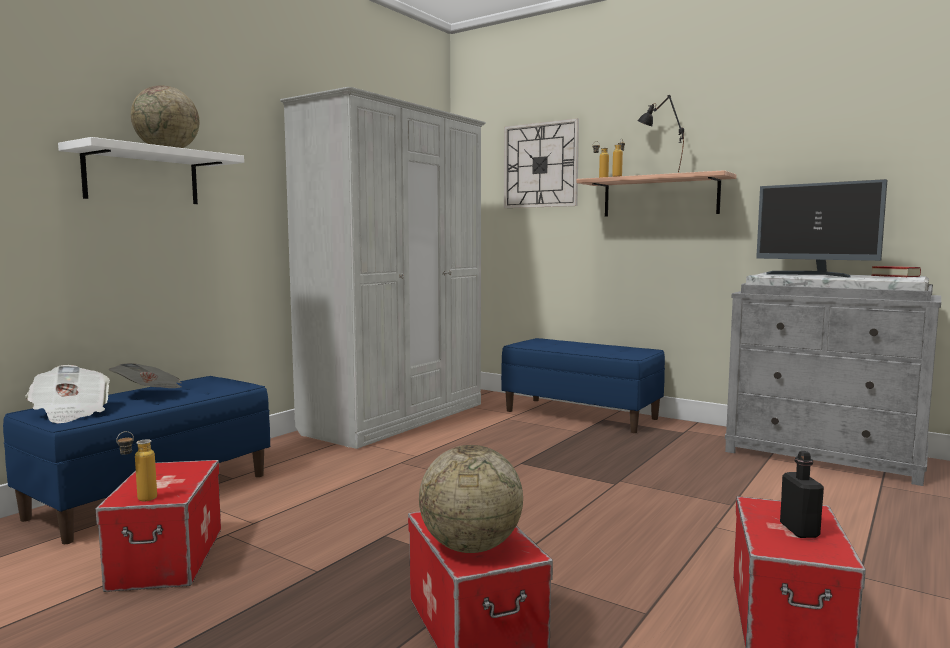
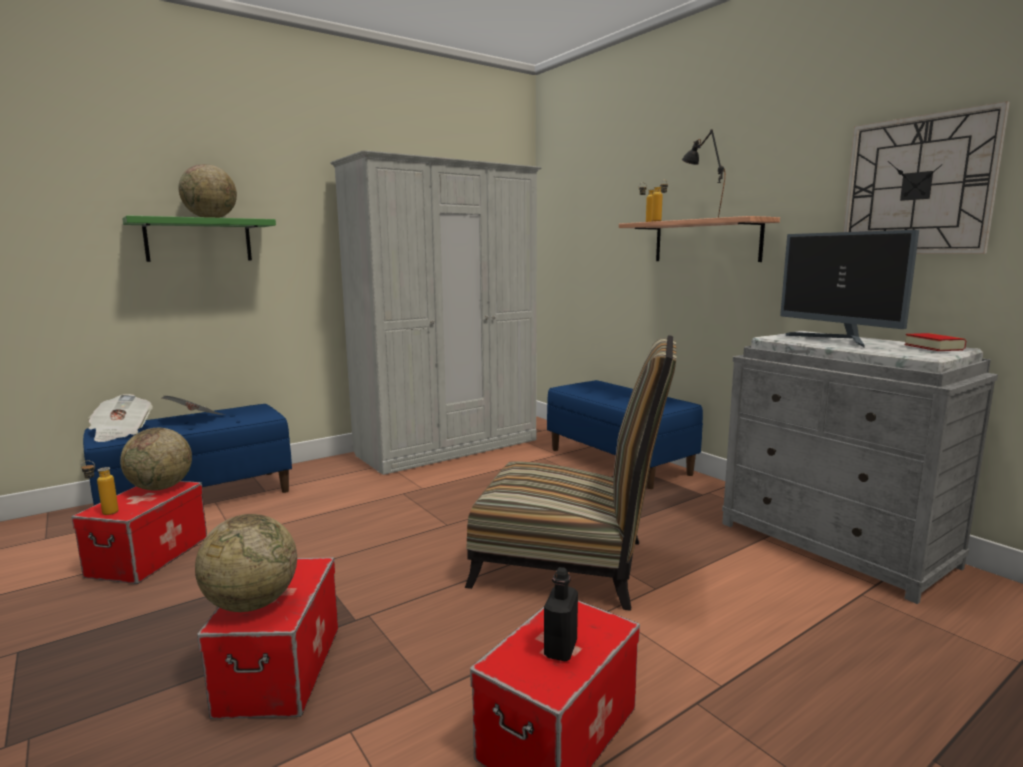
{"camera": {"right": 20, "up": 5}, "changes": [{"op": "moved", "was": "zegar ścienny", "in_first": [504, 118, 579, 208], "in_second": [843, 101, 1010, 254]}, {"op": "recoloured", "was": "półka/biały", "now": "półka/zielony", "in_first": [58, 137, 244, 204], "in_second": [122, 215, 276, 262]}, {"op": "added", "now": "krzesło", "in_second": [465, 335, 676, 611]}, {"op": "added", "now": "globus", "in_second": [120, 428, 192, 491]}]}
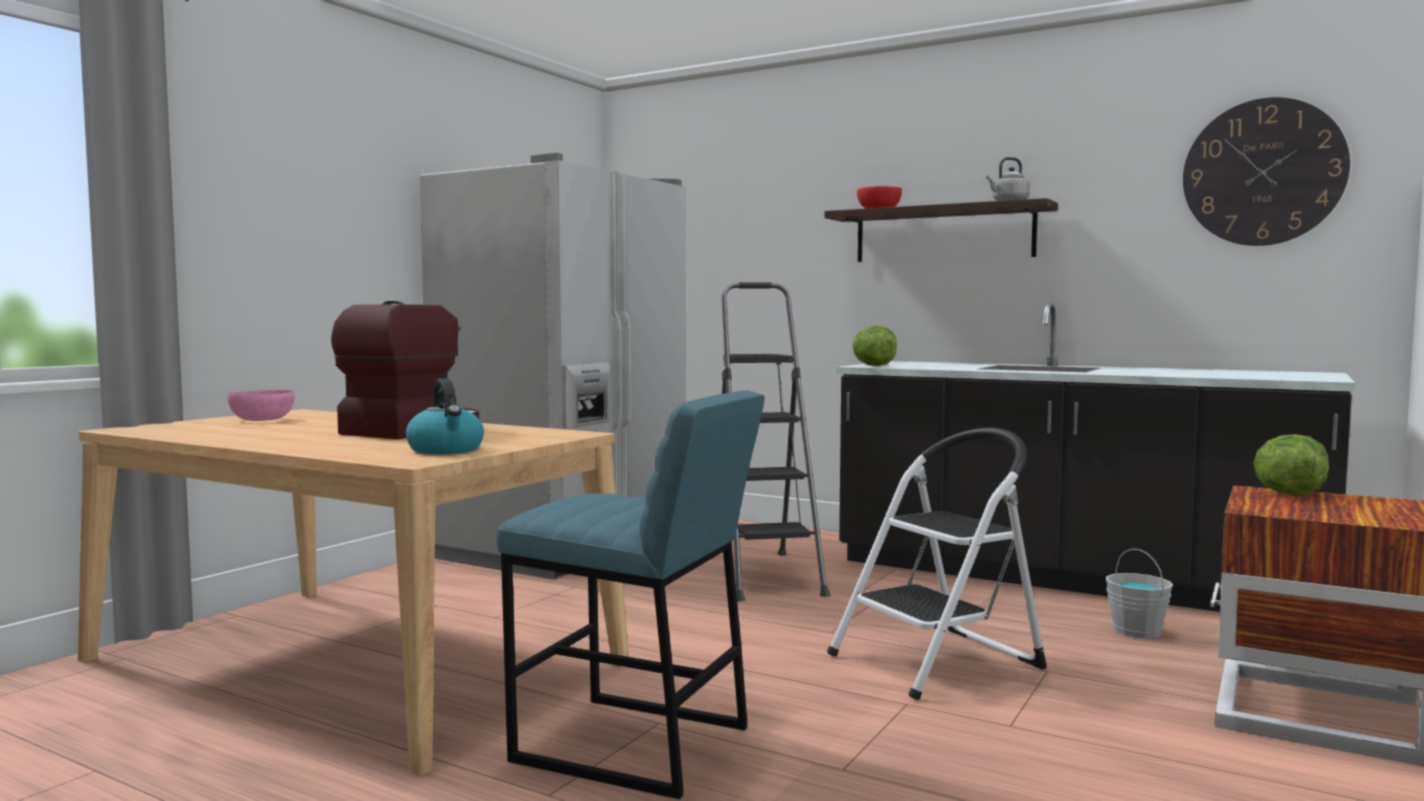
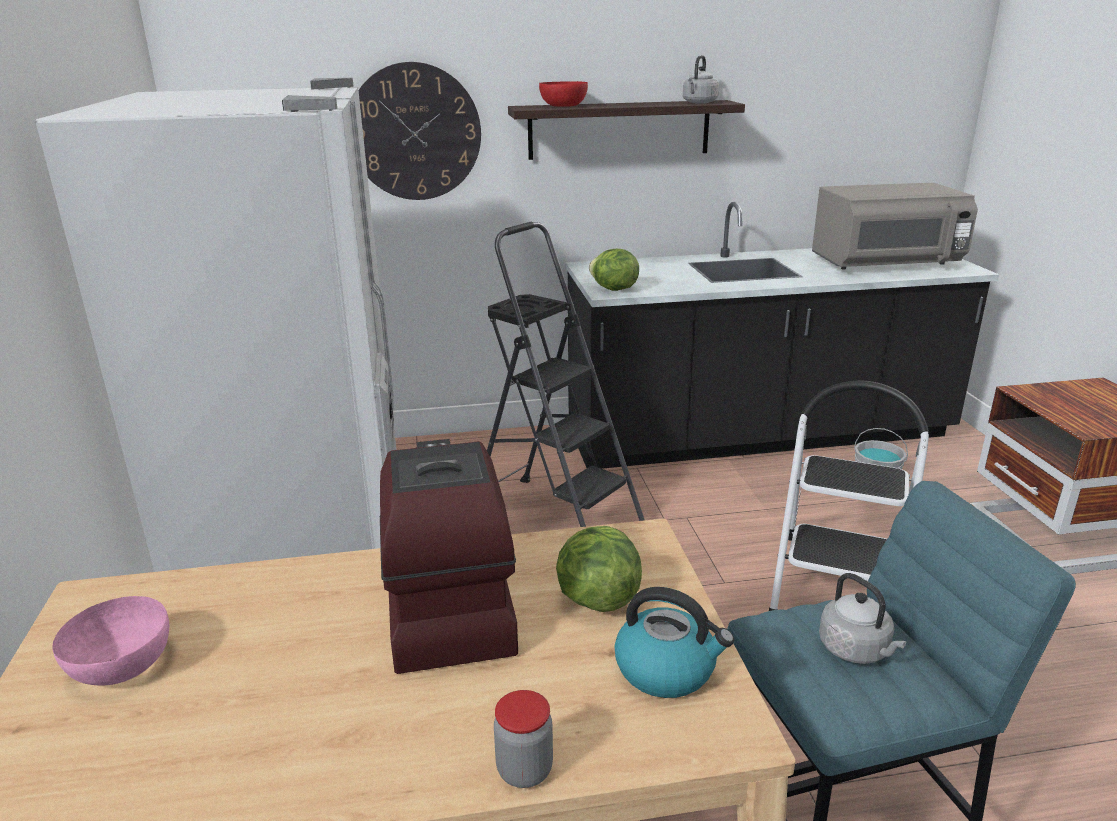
{"camera": {"right": -40, "up": 20}, "changes": [{"op": "moved", "was": "zegar ścienny", "in_first": [1183, 97, 1350, 246], "in_second": [358, 62, 481, 200]}, {"op": "moved", "was": "sałata", "in_first": [1253, 434, 1329, 495], "in_second": [556, 526, 642, 612]}, {"op": "added", "now": "mikrofalówka/szary", "in_second": [812, 183, 978, 270]}, {"op": "added", "now": "czajnik/szary", "in_second": [819, 573, 906, 664]}, {"op": "added", "now": "słoik", "in_second": [494, 690, 553, 788]}]}
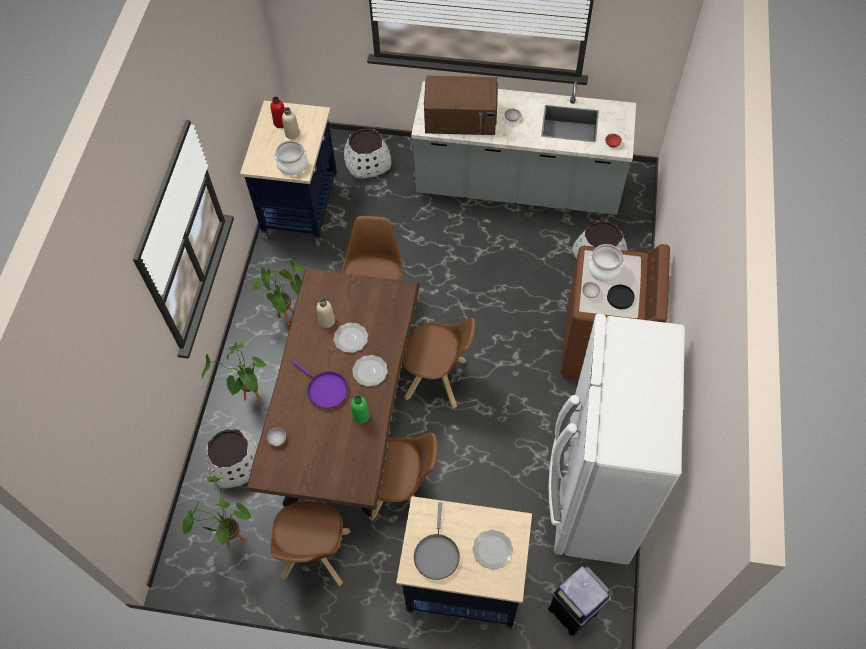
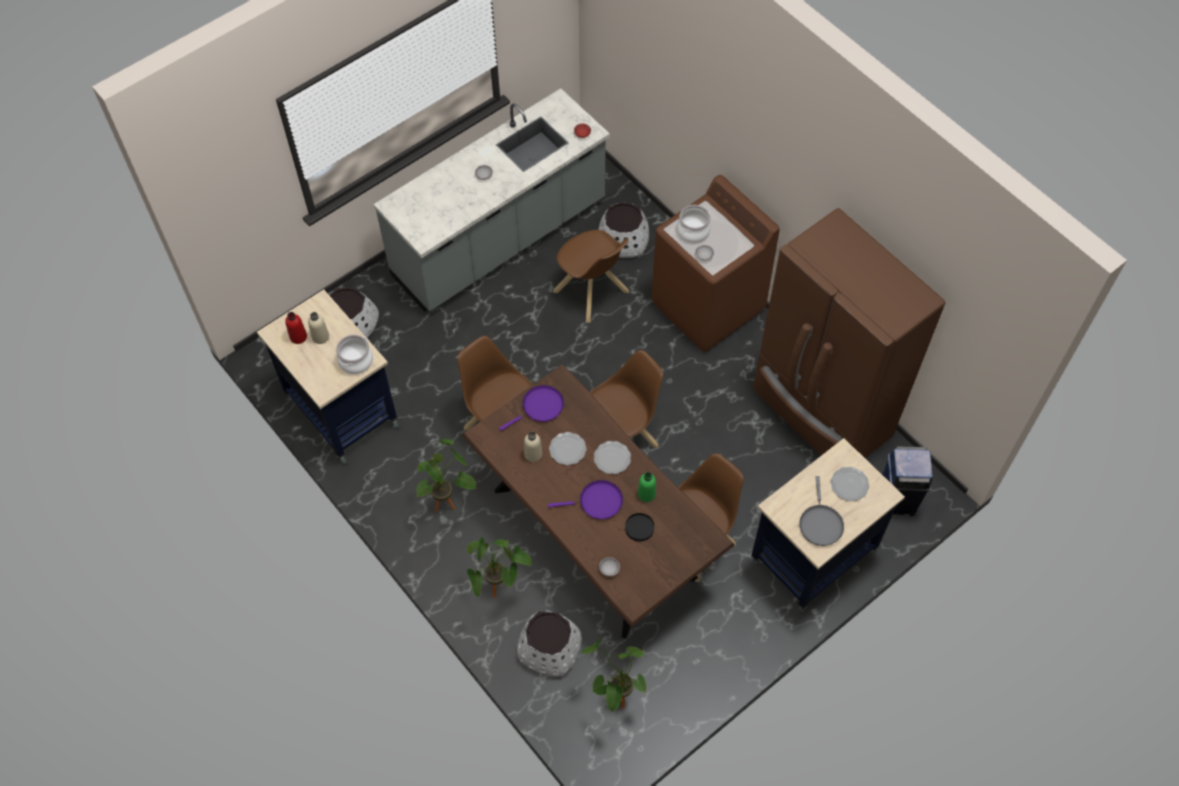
{"camera": {"right": -50, "up": 0}, "changes": [{"op": "removed", "was": "mikrofalówka/brązowy", "in_first": [424, 75, 498, 135]}, {"op": "moved", "was": "talerz/czarny", "in_first": [607, 285, 635, 309], "in_second": [625, 513, 654, 541]}, {"op": "recoloured", "was": "lodówka/biały", "now": "lodówka/brązowy", "in_first": [549, 314, 685, 565], "in_second": [753, 208, 946, 458]}, {"op": "moved", "was": "krzesło/brązowy", "in_first": [270, 501, 351, 586], "in_second": [553, 230, 629, 323]}, {"op": "turned", "was": "patelnia/szary", "in_first": [414, 502, 460, 580], "in_second": [799, 476, 844, 546], "clockwise": 45}, {"op": "added", "now": "patelnia/fioletowy", "in_second": [499, 385, 564, 431]}]}
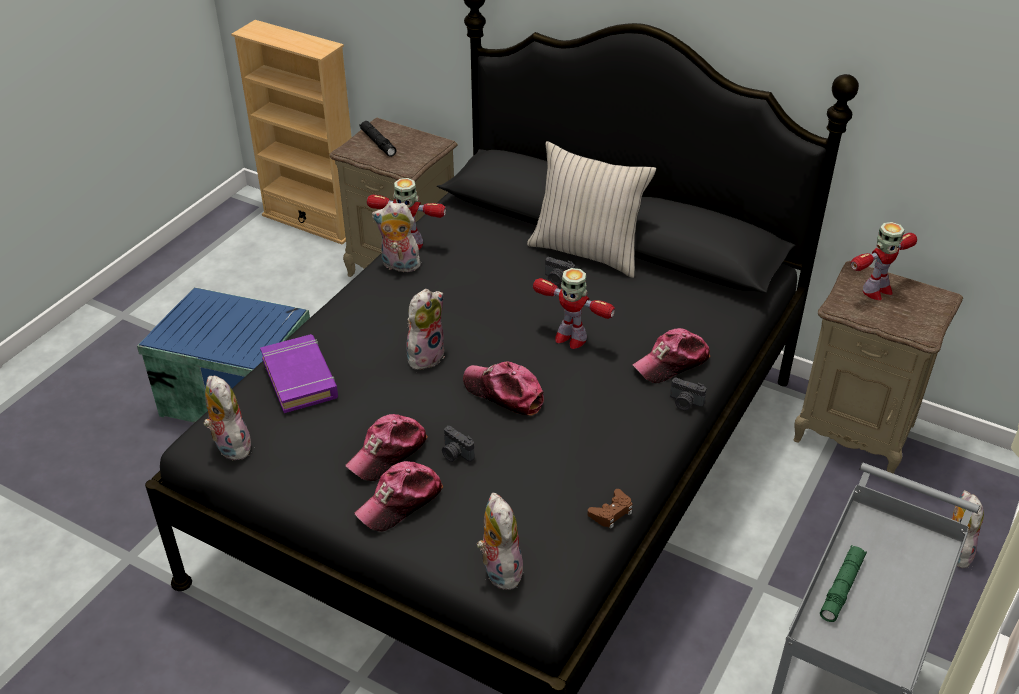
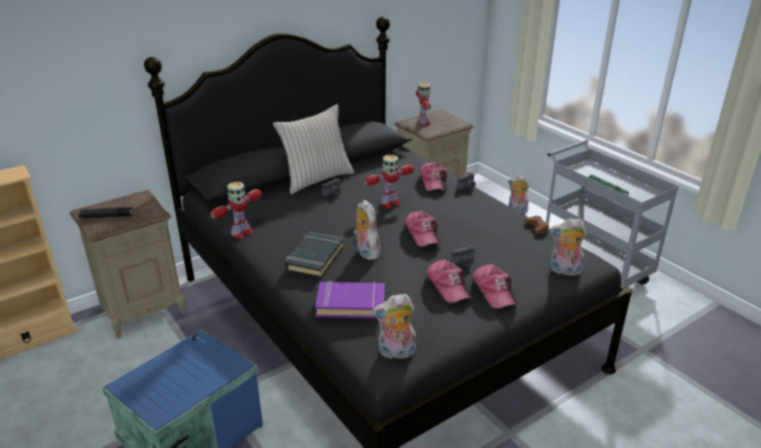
{"camera": {"right": -65, "up": -10}, "changes": [{"op": "removed", "was": "pluszak", "in_first": [372, 202, 423, 272]}, {"op": "turned", "was": "czapka z daszkiem", "in_first": [463, 361, 544, 416], "in_second": [405, 210, 441, 247], "clockwise": -75}, {"op": "added", "now": "książka/czarny", "in_second": [284, 232, 344, 279]}]}
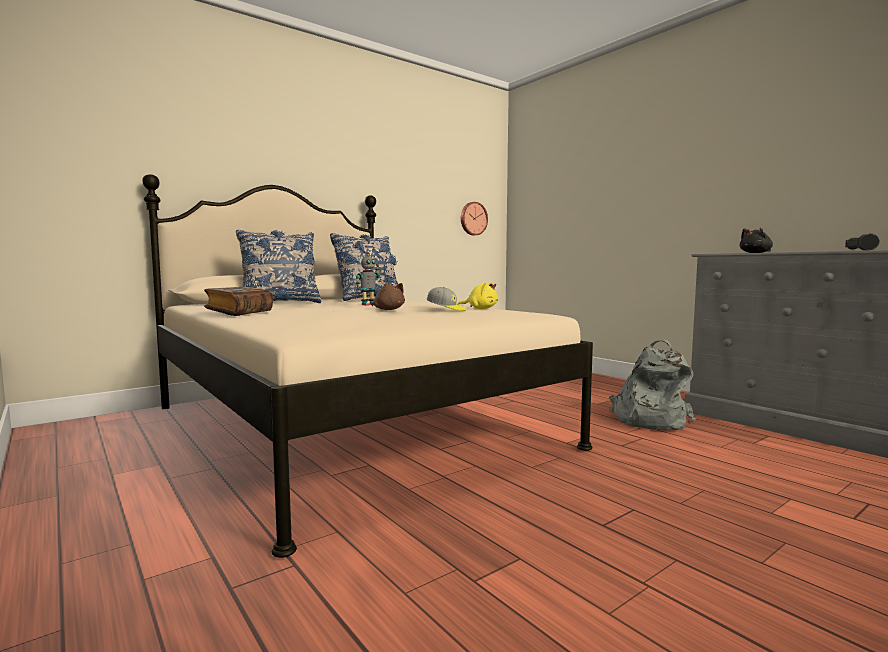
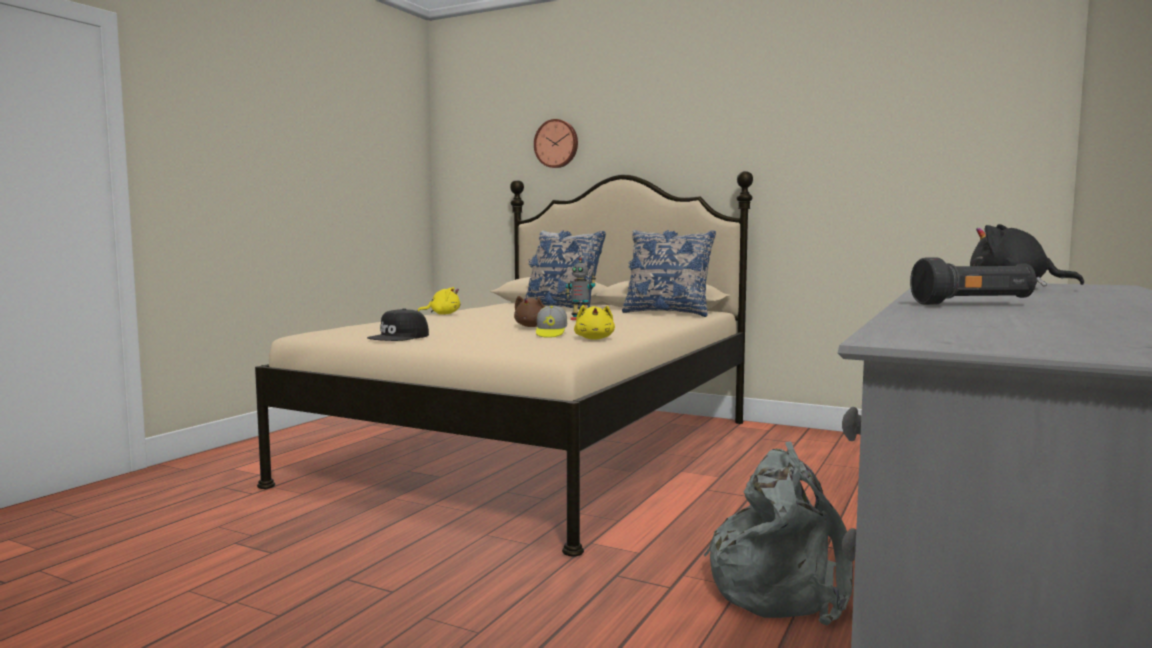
{"camera": {"right": 65, "up": 0}, "changes": [{"op": "moved", "was": "zegar ścienny", "in_first": [461, 202, 488, 235], "in_second": [534, 119, 578, 168]}, {"op": "replaced", "was": "książka", "now": "pluszak/żółty", "in_first": [204, 287, 273, 316], "in_second": [418, 287, 460, 315]}, {"op": "added", "now": "czapka z daszkiem/czarny", "in_second": [367, 308, 429, 341]}]}
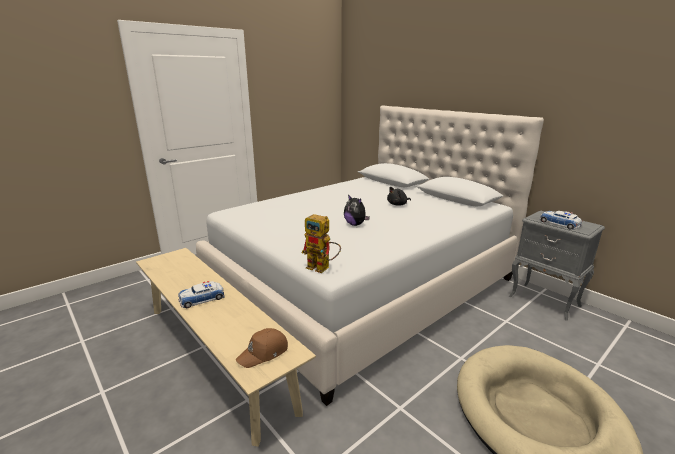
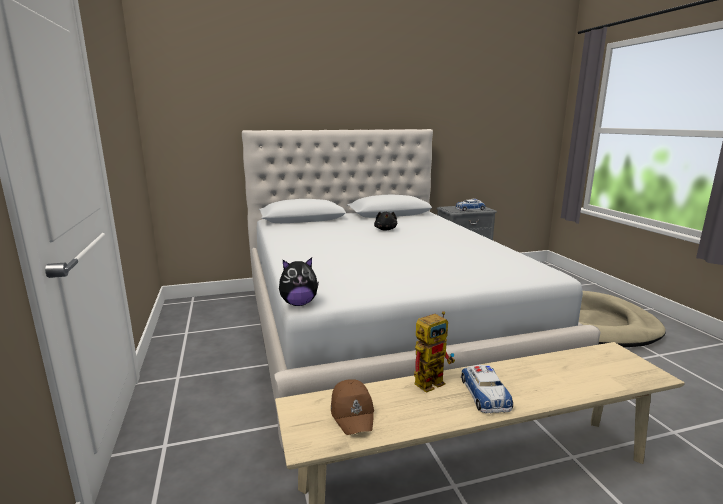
{"camera": {"right": -65, "up": -5}, "changes": [{"op": "moved", "was": "pluszak", "in_first": [344, 194, 370, 226], "in_second": [279, 258, 319, 306]}, {"op": "moved", "was": "robot zabawkowy", "in_first": [302, 214, 341, 273], "in_second": [414, 311, 455, 393]}, {"op": "moved", "was": "czapka z daszkiem/brązowy", "in_first": [236, 328, 288, 368], "in_second": [331, 379, 374, 435]}]}
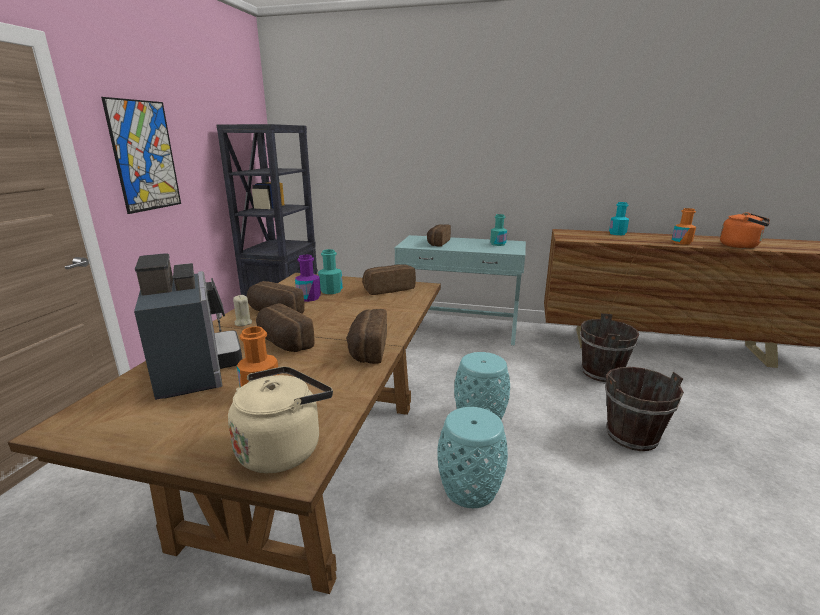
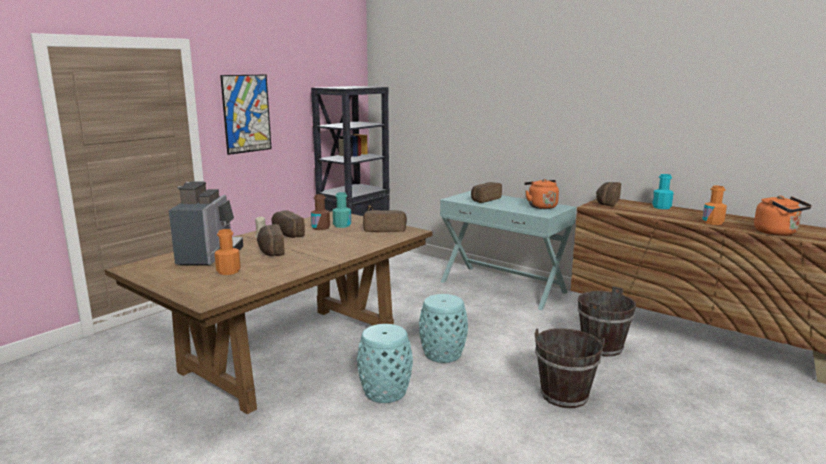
{"camera": {"right": 25, "up": -5}, "changes": [{"op": "replaced", "was": "butelka/turkusowy", "now": "czajnik/pomarańczowy", "in_first": [490, 214, 507, 246], "in_second": [524, 179, 559, 209]}, {"op": "recoloured", "was": "butelka/fioletowy", "now": "butelka/brązowy", "in_first": [295, 255, 321, 302], "in_second": [311, 194, 330, 230]}, {"op": "moved", "was": "chleb", "in_first": [346, 309, 387, 364], "in_second": [596, 182, 621, 206]}, {"op": "removed", "was": "czajnik/beżowy", "in_first": [228, 366, 333, 473]}]}
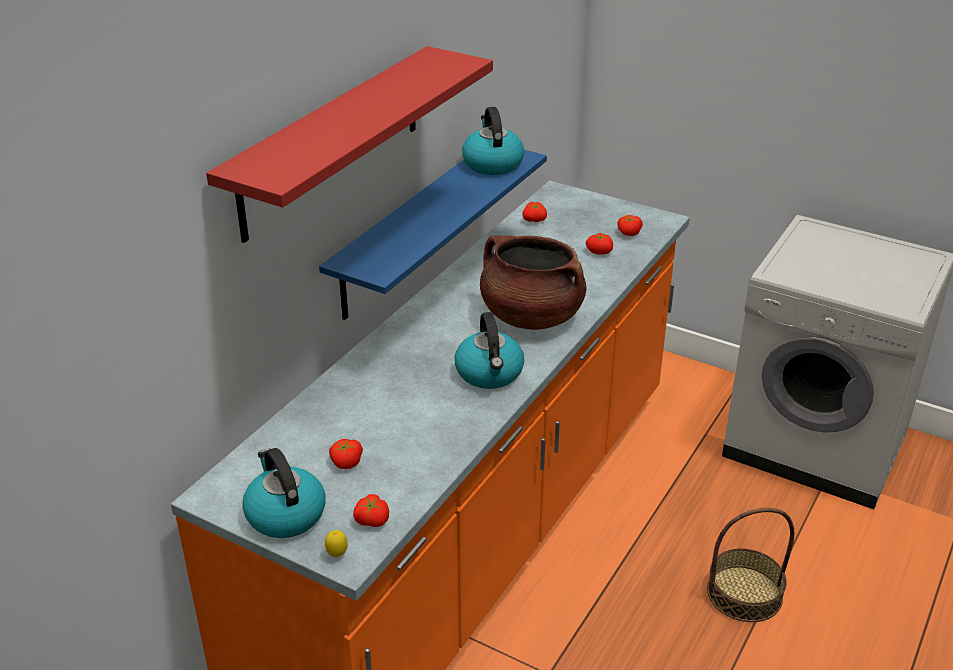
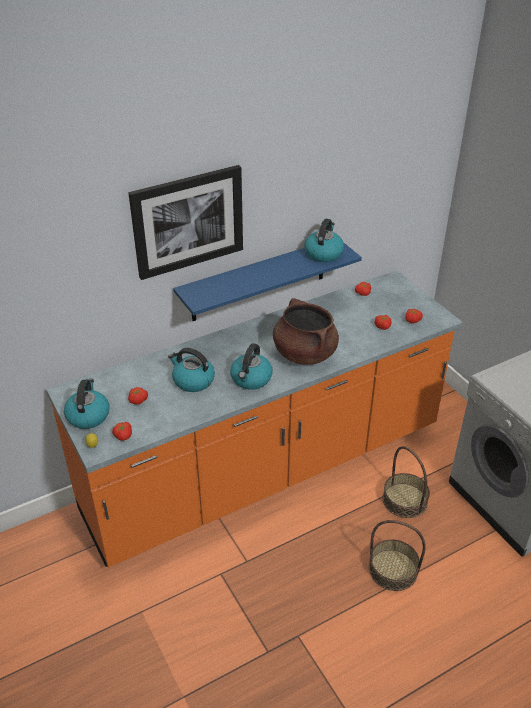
{"camera": {"right": 30, "up": 5}, "changes": [{"op": "replaced", "was": "półka/czerwony", "now": "obraz", "in_first": [206, 46, 493, 243], "in_second": [128, 165, 243, 280]}, {"op": "added", "now": "czajnik", "in_second": [168, 348, 215, 392]}, {"op": "added", "now": "koszyk", "in_second": [383, 446, 430, 518]}]}
